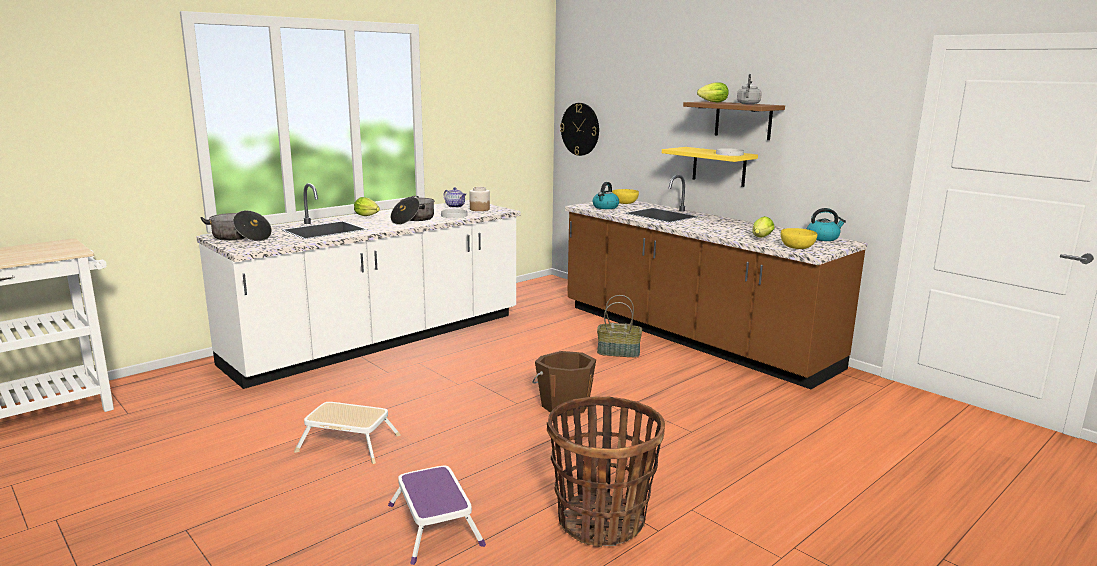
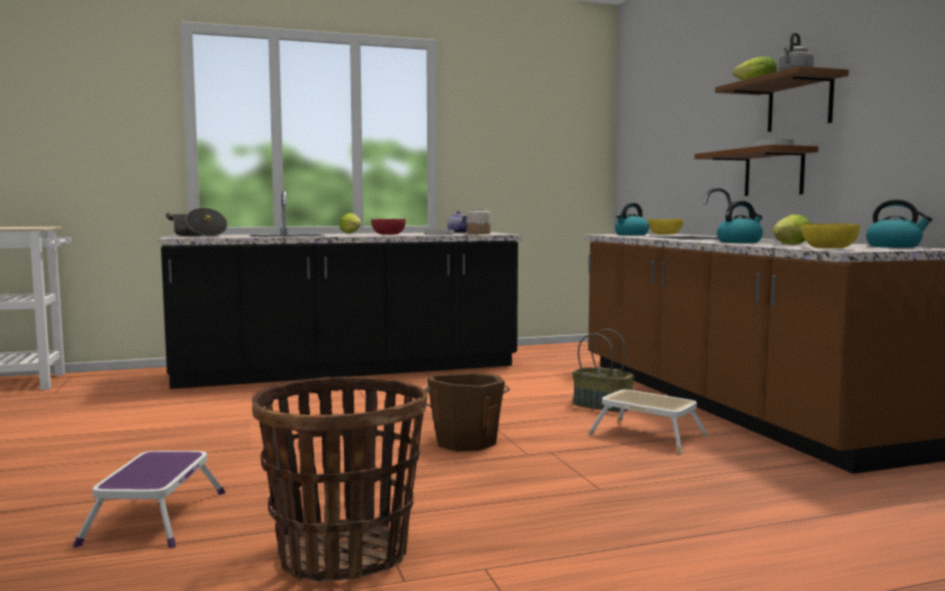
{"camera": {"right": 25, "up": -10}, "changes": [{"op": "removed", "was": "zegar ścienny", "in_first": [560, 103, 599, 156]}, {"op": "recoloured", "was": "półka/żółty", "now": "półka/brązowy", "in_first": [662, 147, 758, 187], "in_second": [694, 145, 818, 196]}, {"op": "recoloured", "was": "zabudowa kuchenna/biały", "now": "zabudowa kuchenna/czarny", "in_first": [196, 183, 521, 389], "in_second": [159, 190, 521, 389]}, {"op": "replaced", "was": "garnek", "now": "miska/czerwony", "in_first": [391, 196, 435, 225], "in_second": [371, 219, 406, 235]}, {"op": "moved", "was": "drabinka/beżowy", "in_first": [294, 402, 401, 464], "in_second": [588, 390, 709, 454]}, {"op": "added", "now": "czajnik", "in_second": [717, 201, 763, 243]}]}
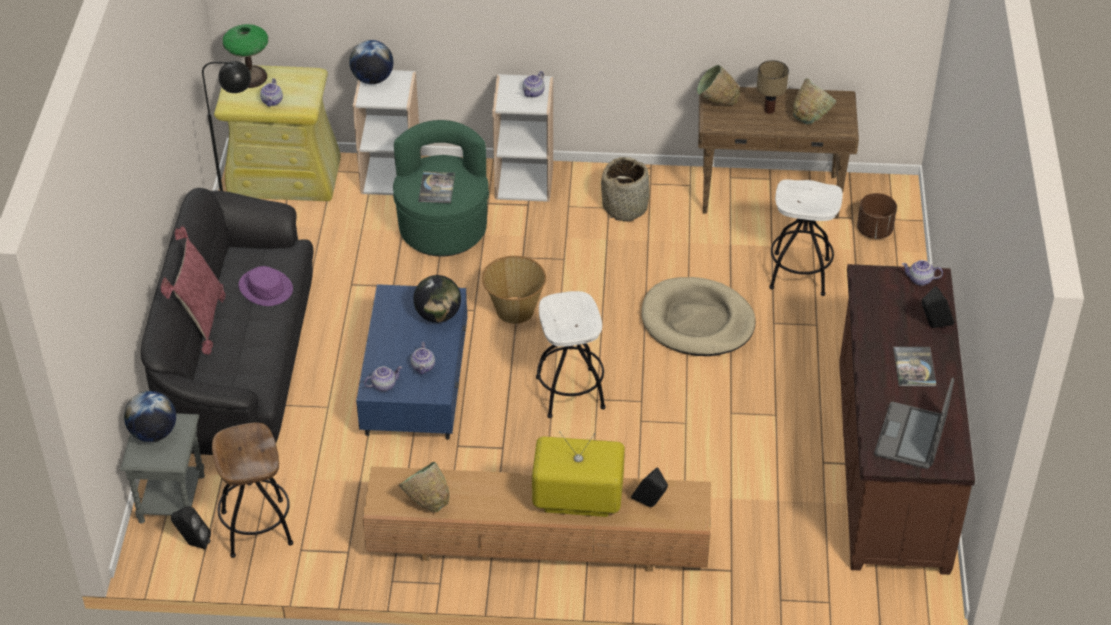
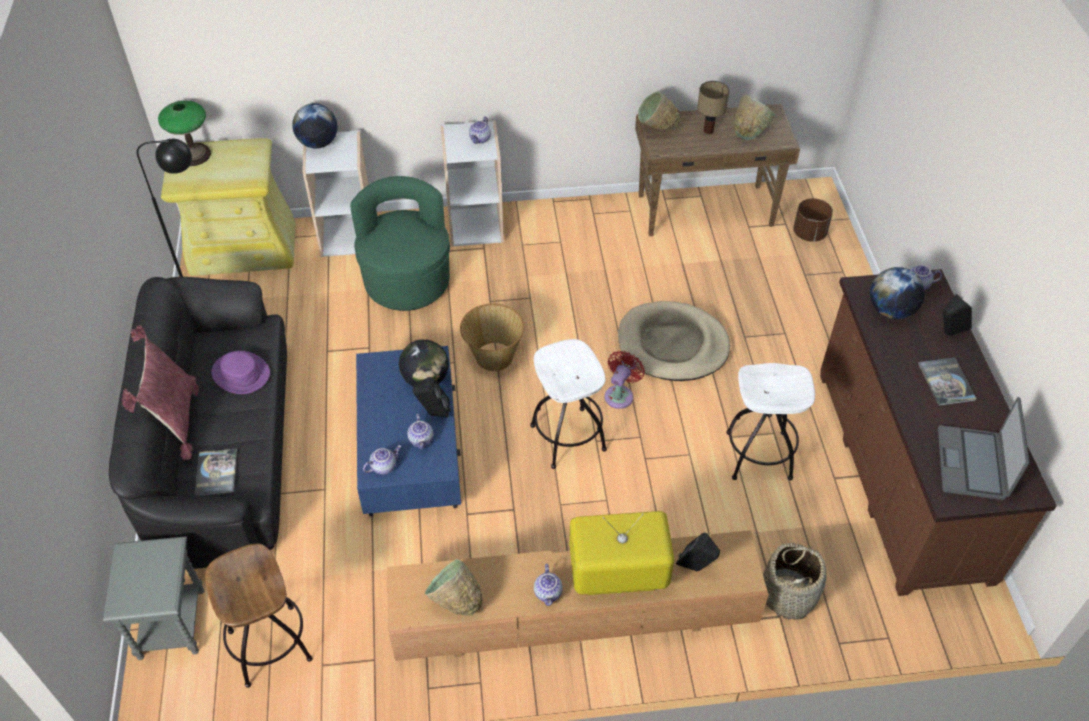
{"camera": {"right": -10, "up": 5}, "changes": [{"op": "moved", "was": "imbryk", "in_first": [260, 78, 283, 107], "in_second": [534, 564, 563, 606]}, {"op": "moved", "was": "koszyk", "in_first": [601, 157, 650, 221], "in_second": [763, 543, 826, 620]}, {"op": "moved", "was": "książka", "in_first": [419, 171, 455, 203], "in_second": [195, 448, 237, 496]}, {"op": "moved", "was": "stołek/biały", "in_first": [769, 179, 843, 296], "in_second": [726, 363, 815, 480]}, {"op": "moved", "was": "globus", "in_first": [124, 391, 176, 442], "in_second": [870, 267, 925, 319]}, {"op": "moved", "was": "głośnik/czarny", "in_first": [171, 506, 211, 549], "in_second": [413, 377, 451, 418]}, {"op": "added", "now": "wentylator/czerwony", "in_second": [605, 351, 645, 409]}]}
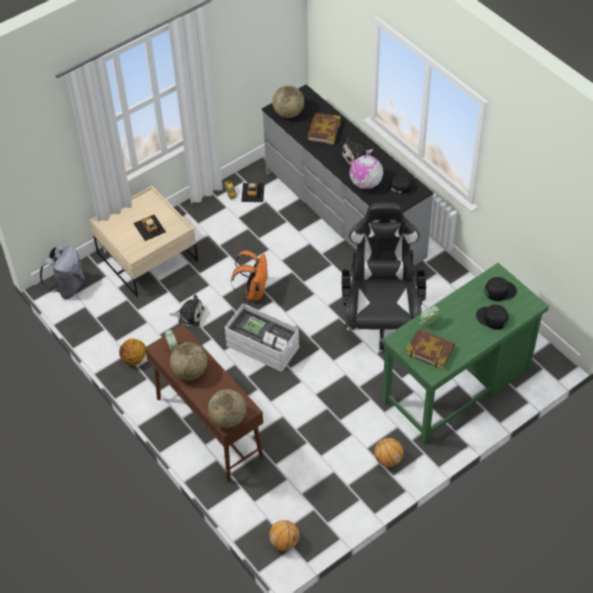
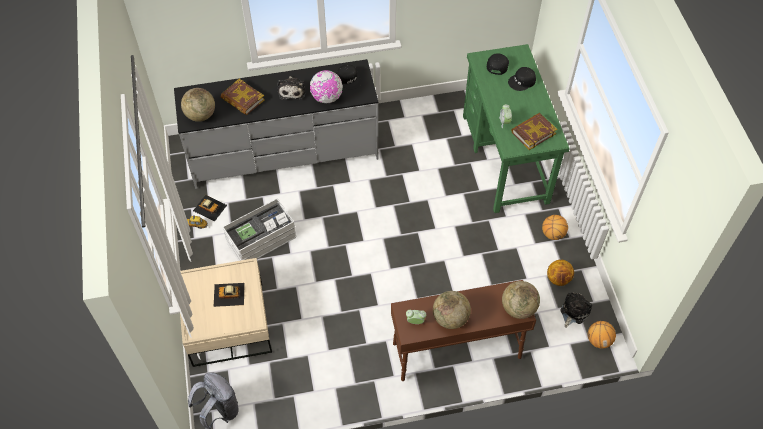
{"camera": {"right": -65, "up": 5}, "changes": [{"op": "removed", "was": "krzesło biurowe/czarny", "in_first": [342, 203, 426, 350]}, {"op": "removed", "was": "plecak/pomarańczowy", "in_first": [231, 251, 268, 300]}, {"op": "moved", "was": "pluszak", "in_first": [170, 295, 205, 327], "in_second": [561, 293, 592, 328]}, {"op": "moved", "was": "pojemnik do przechowywania/biały", "in_first": [225, 304, 300, 371], "in_second": [223, 199, 297, 261]}, {"op": "moved", "was": "piłka do koszykówki", "in_first": [119, 338, 146, 365], "in_second": [547, 260, 574, 286]}]}
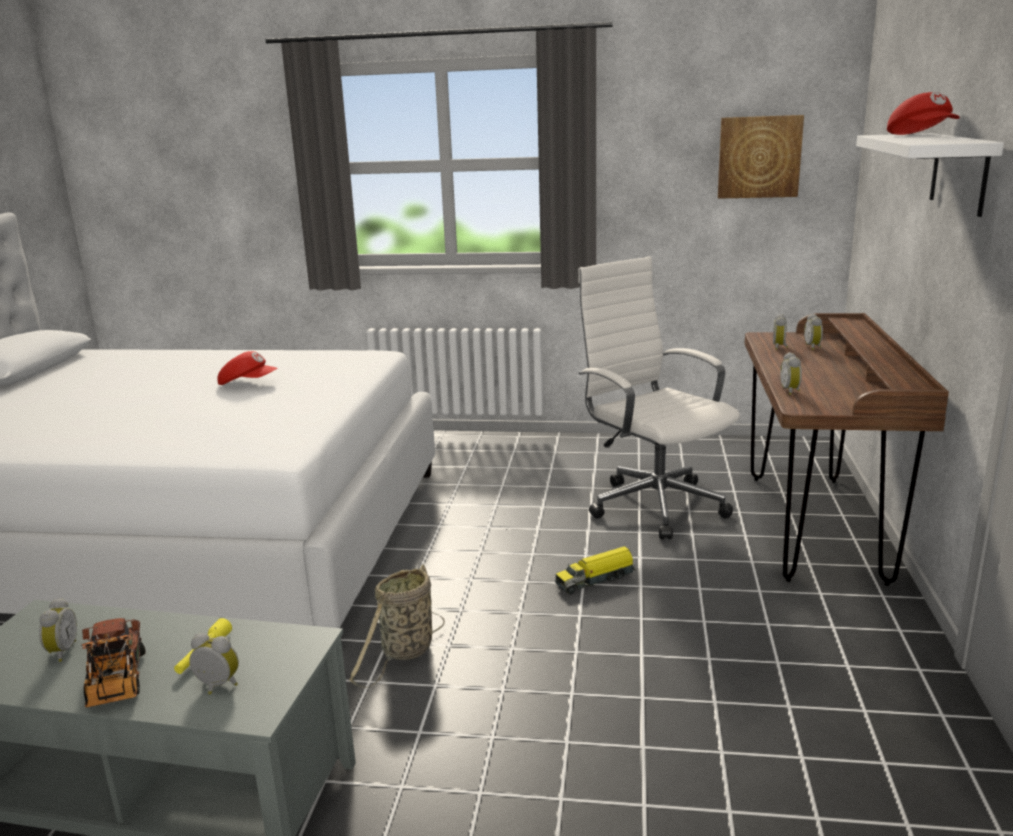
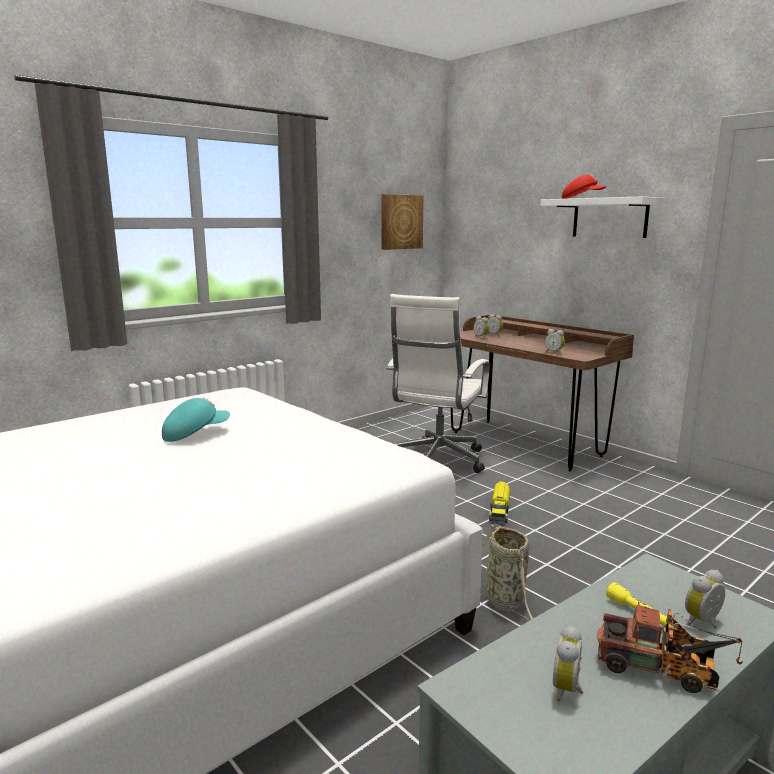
{"camera": {"right": -50, "up": -5}, "changes": [{"op": "turned", "was": "krzesło biurowe/biały", "in_first": [578, 256, 740, 539], "in_second": [386, 294, 490, 473], "clockwise": -75}, {"op": "recoloured", "was": "czapka z daszkiem/czerwony", "now": "czapka z daszkiem/turkusowy", "in_first": [217, 351, 277, 385], "in_second": [162, 397, 230, 442]}, {"op": "turned", "was": "budzik", "in_first": [39, 597, 77, 662], "in_second": [553, 625, 583, 702], "clockwise": -105}]}
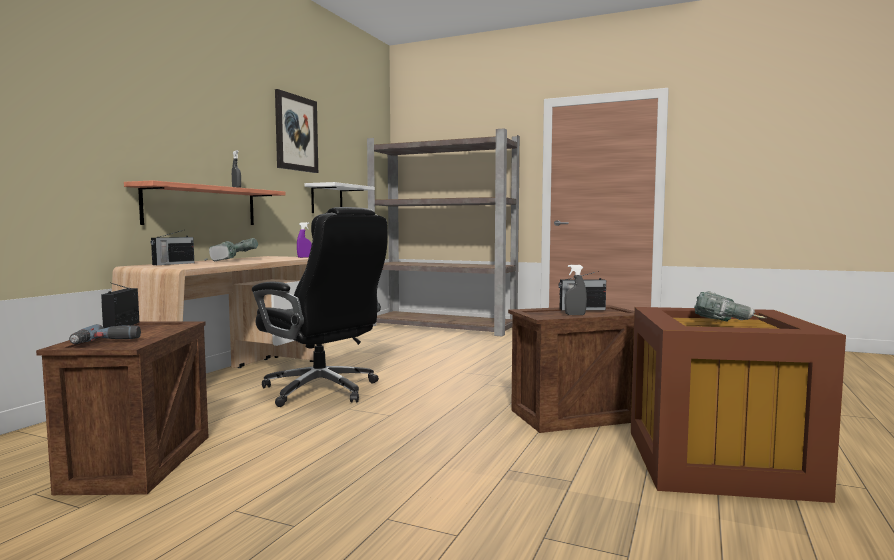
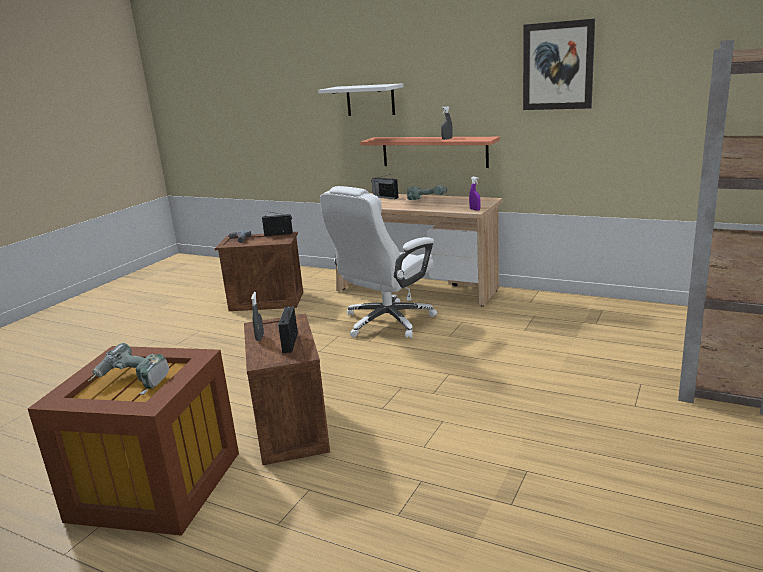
{"camera": {"right": 95, "up": 15}, "changes": [{"op": "moved", "was": "półka/biały", "in_first": [304, 182, 375, 213], "in_second": [318, 83, 404, 116]}, {"op": "recoloured", "was": "krzesło biurowe/czarny", "now": "krzesło biurowe/biały", "in_first": [252, 207, 388, 407], "in_second": [320, 186, 437, 338]}]}
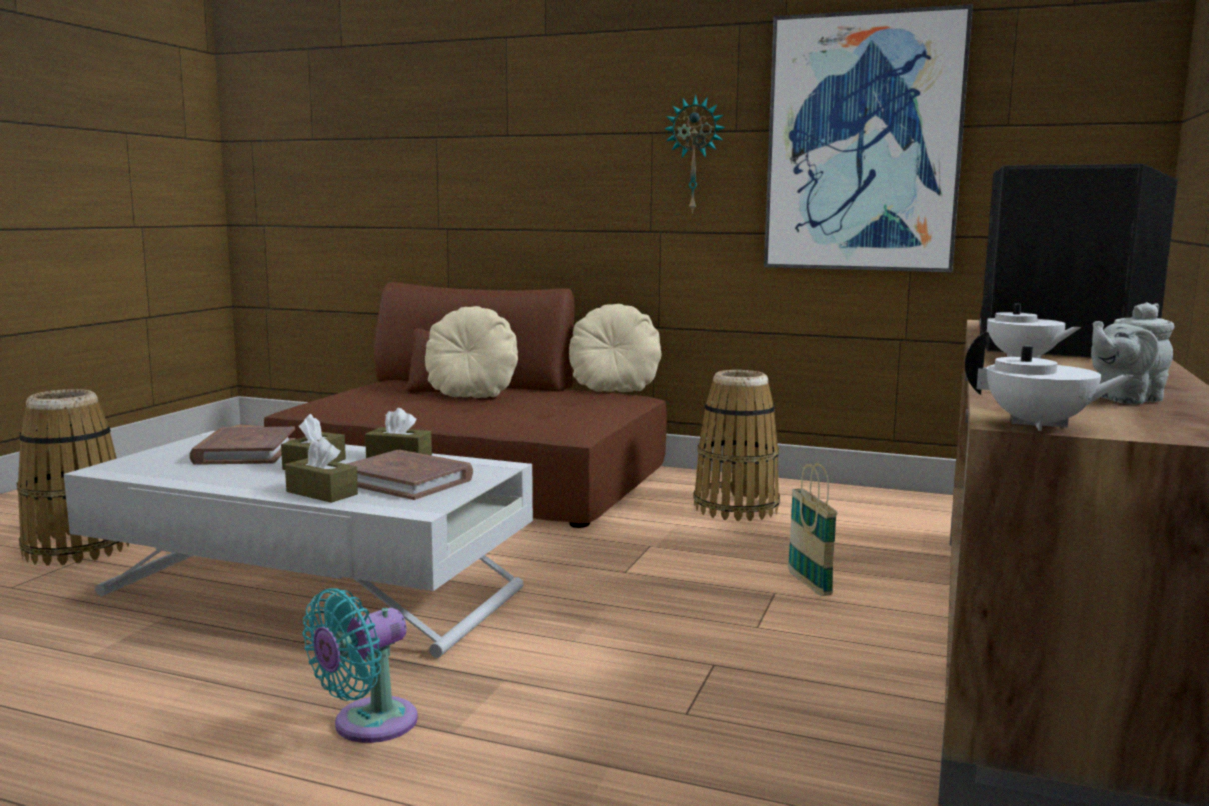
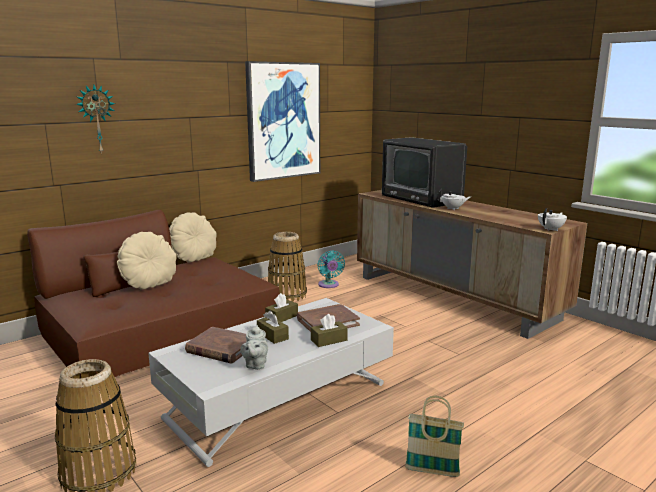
{"camera": {"right": -60, "up": 5}, "changes": [{"op": "moved", "was": "zegar ścienny", "in_first": [665, 95, 726, 213], "in_second": [76, 85, 115, 155]}, {"op": "moved", "was": "imbryk/szary", "in_first": [1091, 302, 1174, 405], "in_second": [241, 325, 268, 370]}, {"op": "moved", "was": "koszyk", "in_first": [788, 463, 838, 596], "in_second": [405, 396, 464, 477]}, {"op": "moved", "was": "wentylator/turkusowy", "in_first": [303, 588, 418, 743], "in_second": [317, 250, 345, 288]}]}
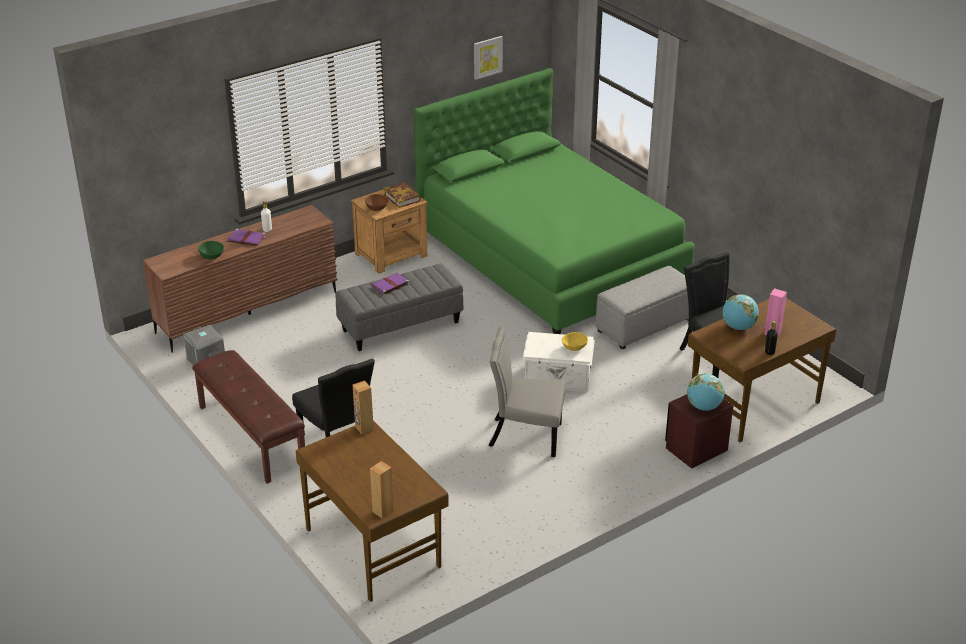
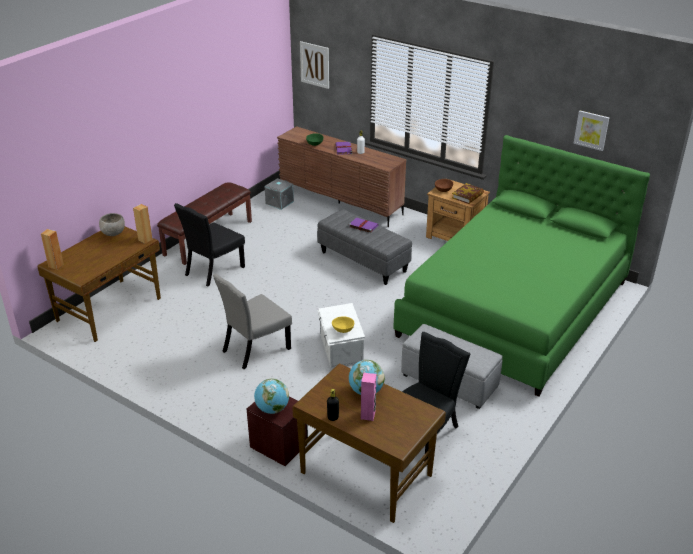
{"camera": {"right": 70, "up": 0}, "changes": [{"op": "turned", "was": "krzesło/szary", "in_first": [489, 327, 565, 457], "in_second": [213, 274, 292, 369], "clockwise": -120}, {"op": "added", "now": "obraz", "in_second": [300, 41, 329, 89]}, {"op": "added", "now": "miska/szary", "in_second": [99, 213, 125, 236]}]}
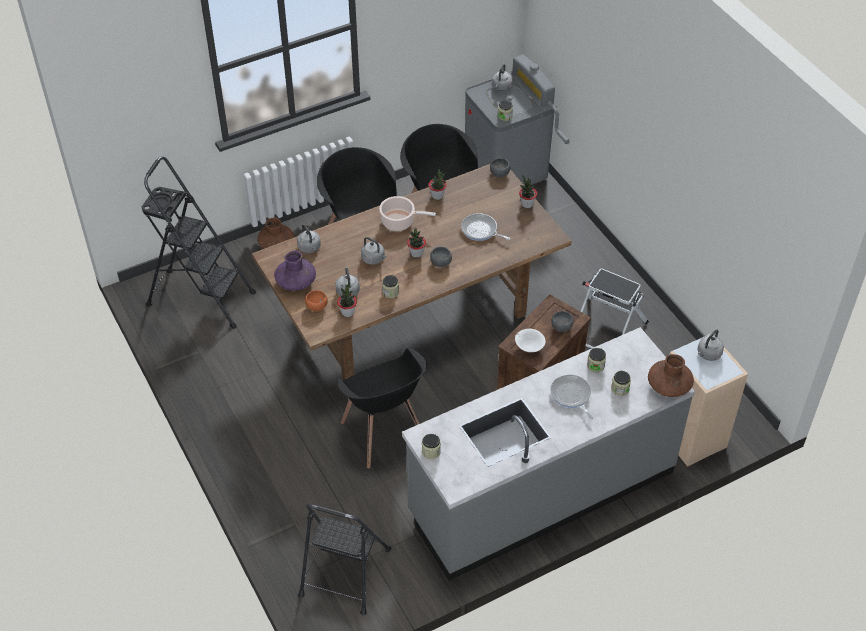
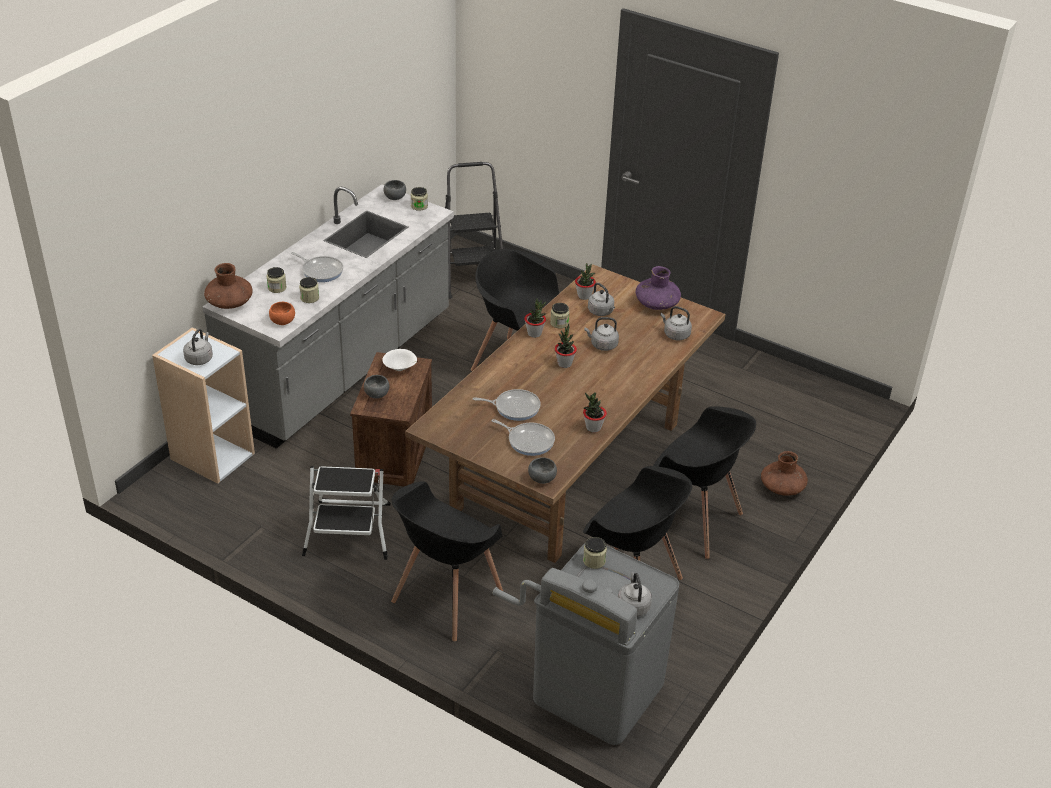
{"camera": {"right": 150, "up": -10}, "changes": [{"op": "removed", "was": "drabinka", "in_first": [142, 156, 256, 329]}, {"op": "moved", "was": "roślina doniczkowa", "in_first": [519, 175, 537, 208], "in_second": [524, 298, 547, 338]}, {"op": "removed", "was": "garnek", "in_first": [379, 196, 436, 231]}, {"op": "moved", "was": "miska/szary", "in_first": [430, 247, 452, 267], "in_second": [383, 180, 406, 200]}, {"op": "moved", "was": "miska/pomarańczowy", "in_first": [305, 290, 328, 311], "in_second": [269, 302, 295, 325]}, {"op": "added", "now": "patelnia", "in_second": [492, 419, 555, 456]}, {"op": "added", "now": "krzesło/czarny", "in_second": [391, 481, 503, 641]}]}
